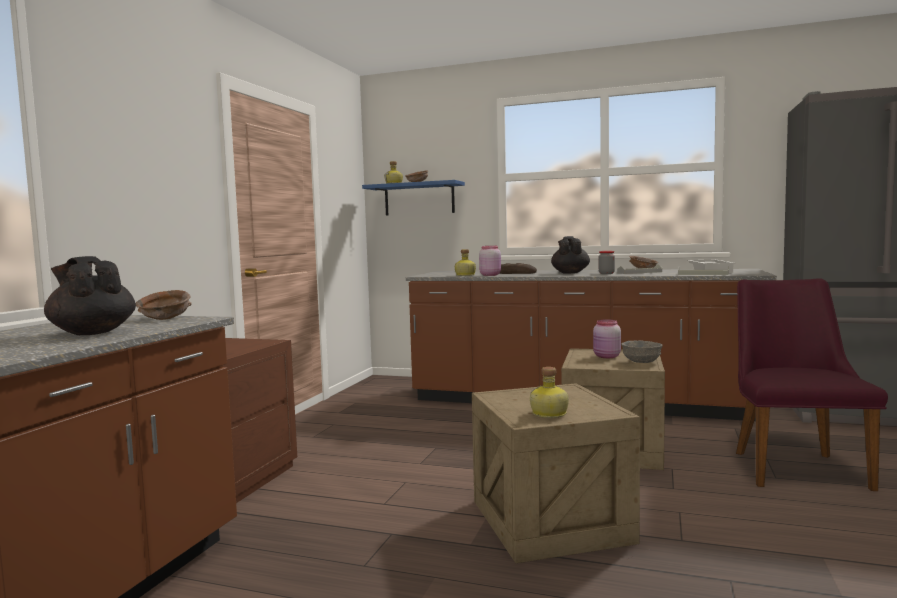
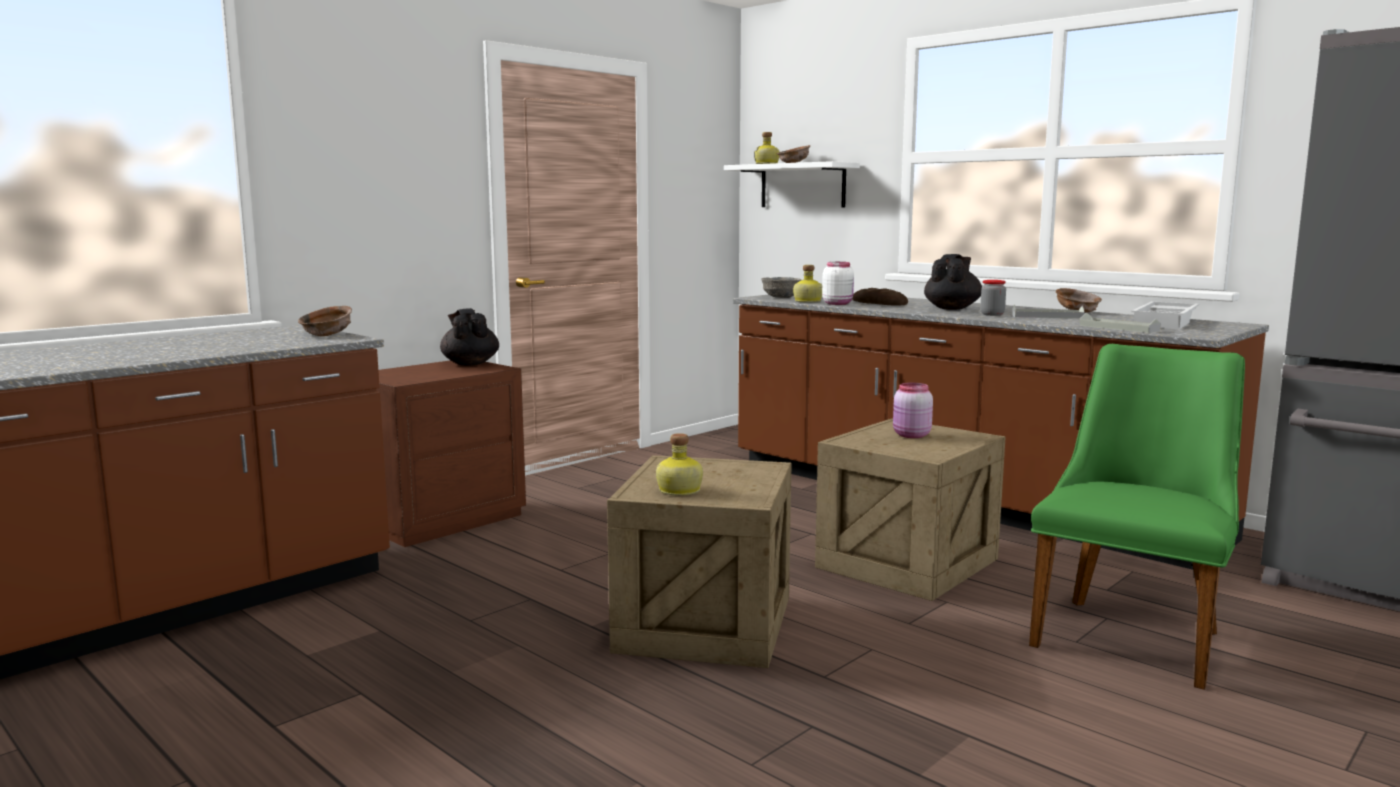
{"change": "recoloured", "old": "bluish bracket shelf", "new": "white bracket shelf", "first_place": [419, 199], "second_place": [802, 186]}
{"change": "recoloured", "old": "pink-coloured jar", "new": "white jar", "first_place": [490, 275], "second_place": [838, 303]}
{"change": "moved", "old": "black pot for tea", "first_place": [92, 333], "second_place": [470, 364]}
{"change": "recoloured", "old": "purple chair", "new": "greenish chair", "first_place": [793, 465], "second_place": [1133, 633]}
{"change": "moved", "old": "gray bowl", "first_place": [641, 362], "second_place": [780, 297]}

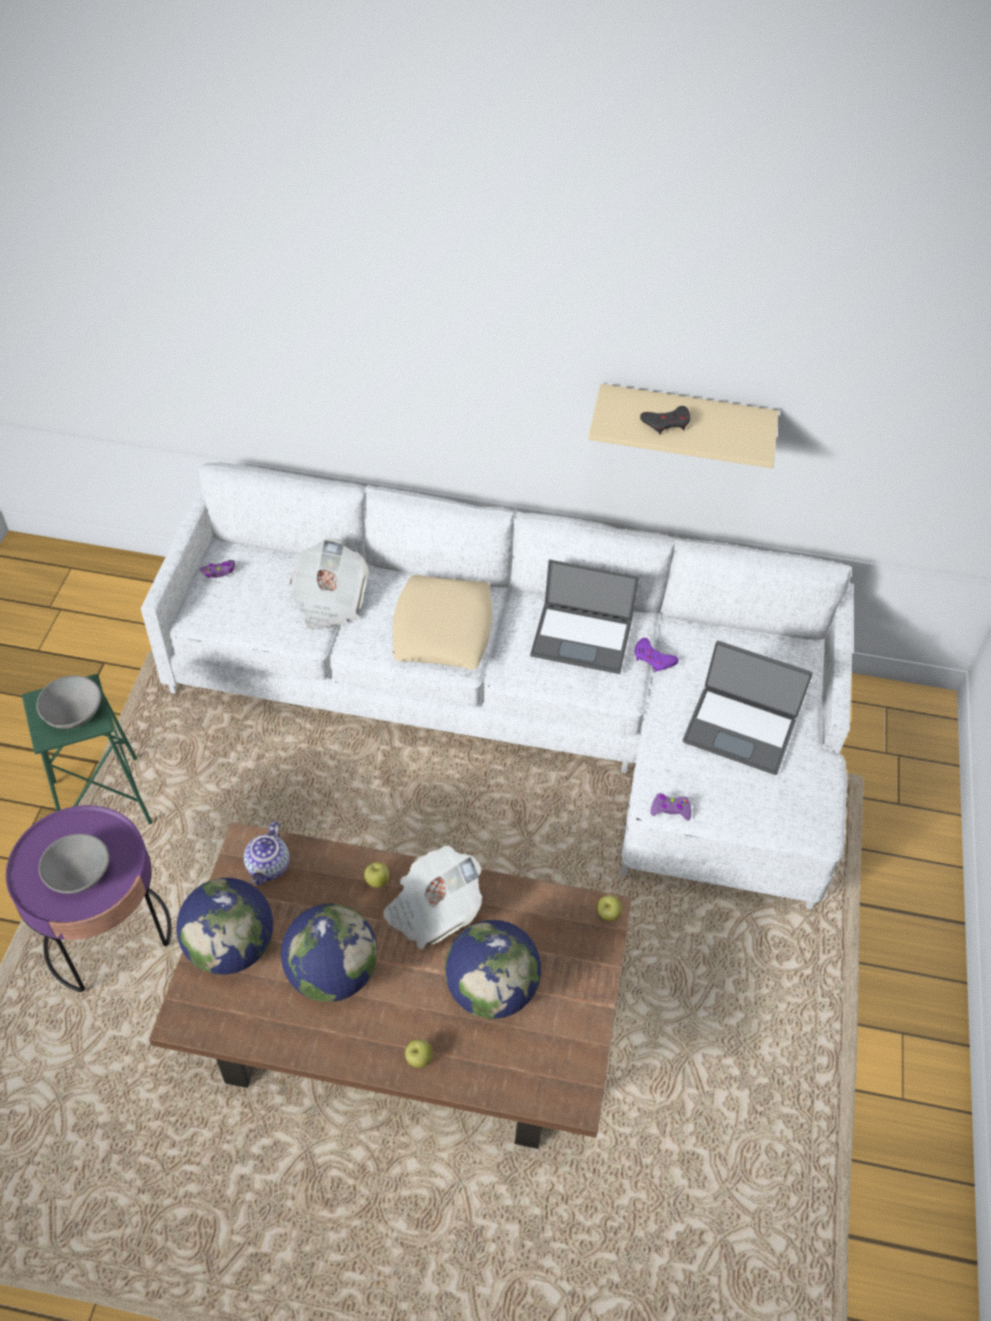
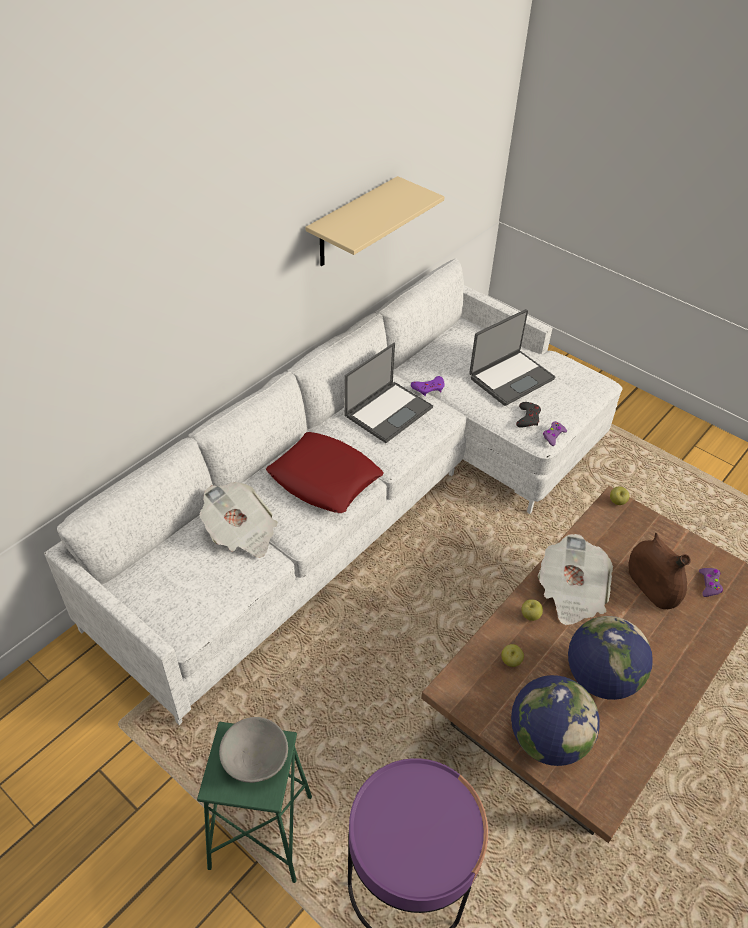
{"change": "moved", "old": "gray game controller", "first_place": [666, 423], "second_place": [528, 418]}
{"change": "moved", "old": "purple game controller", "first_place": [219, 572], "second_place": [709, 584]}
{"change": "recoloured", "old": "beige pillow", "new": "reddish pillow", "first_place": [443, 629], "second_place": [325, 479]}
{"change": "removed", "old": "pot for tea", "first_place": [269, 867]}
{"change": "removed", "old": "gray bowl", "first_place": [79, 874]}
{"change": "replaced", "old": "desk globe", "new": "brownish decorative vase", "first_place": [491, 989], "second_place": [651, 587]}
{"change": "moved", "old": "whole apple", "first_place": [419, 1059], "second_place": [510, 661]}

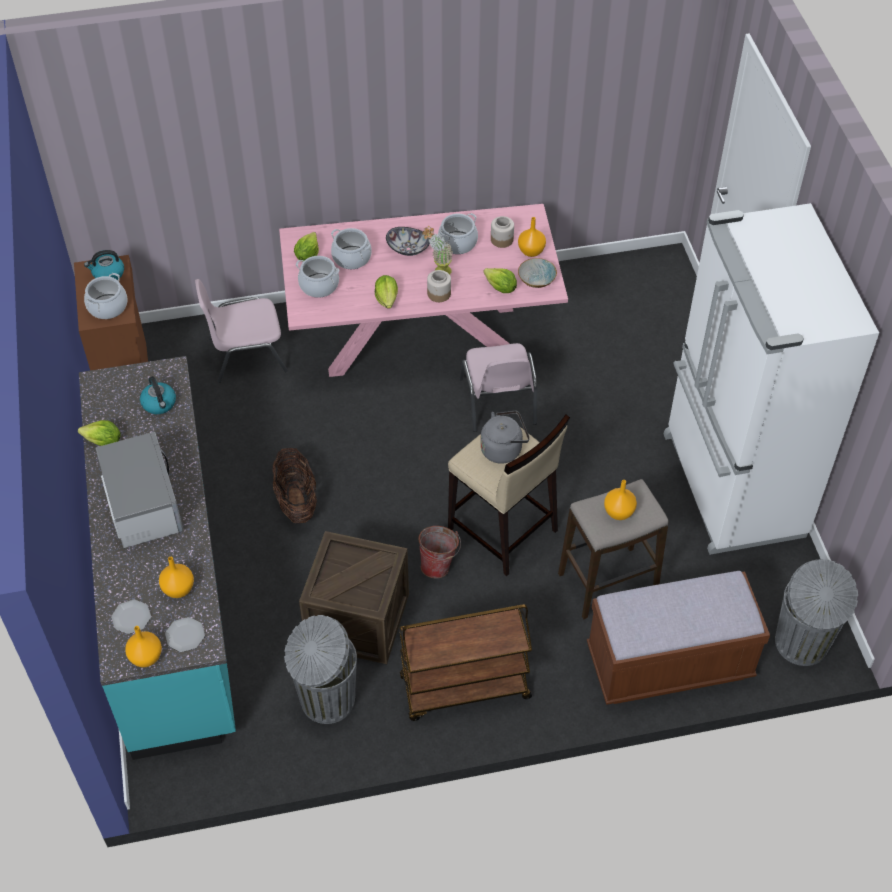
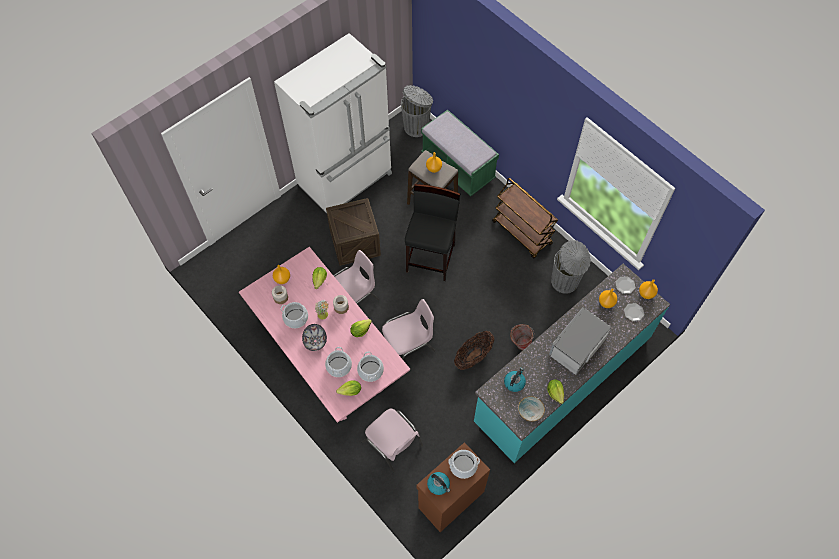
{"change": "moved", "old": "bowl", "first_place": [537, 280], "second_place": [530, 411]}
{"change": "removed", "old": "gray kettle", "first_place": [503, 449]}
{"change": "recoloured", "old": "beige sitting stool", "new": "black sitting stool", "first_place": [503, 531], "second_place": [431, 258]}
{"change": "moved", "old": "pail", "first_place": [439, 564], "second_place": [519, 343]}
{"change": "moved", "old": "packing crate", "first_place": [358, 619], "second_place": [355, 243]}
{"change": "recoloured", "old": "brownish long seat", "new": "greenish long seat", "first_place": [669, 664], "second_place": [458, 167]}
{"change": "added", "new": "pink-coloured chair", "second_place": [408, 343]}

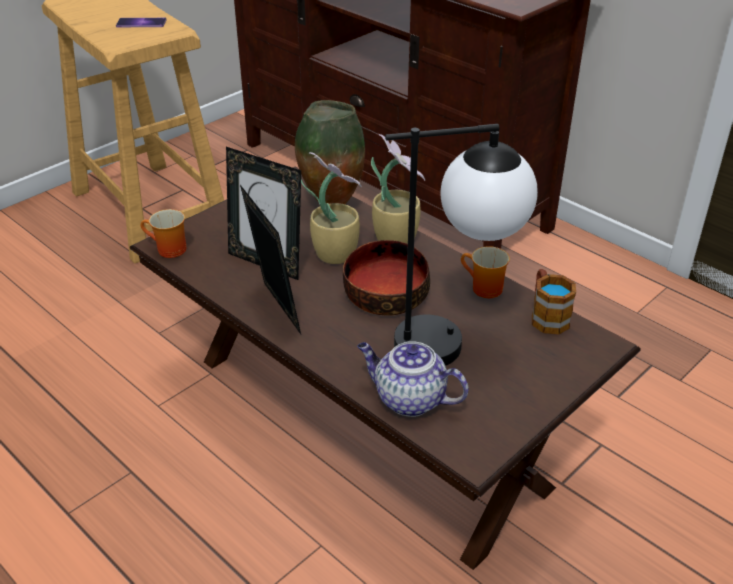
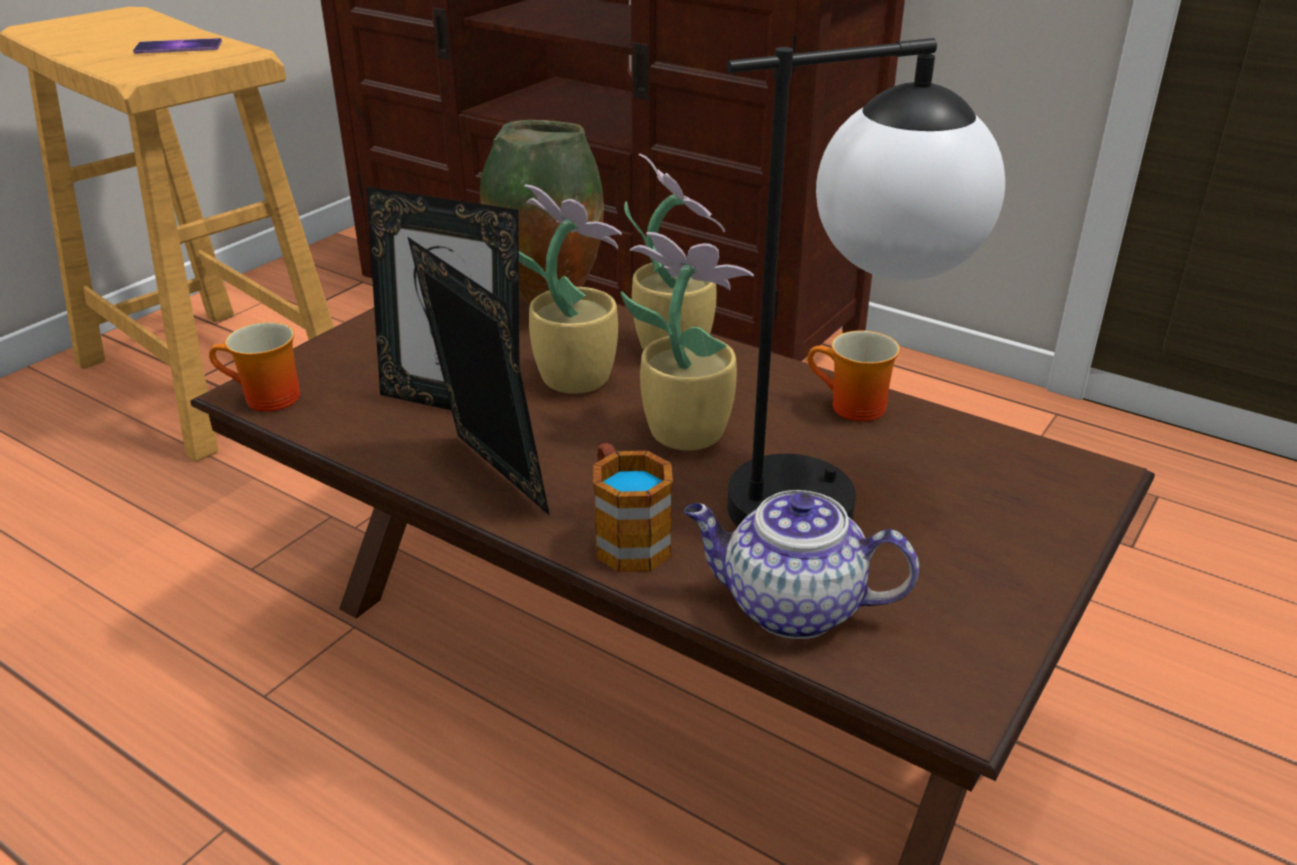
{"change": "replaced", "old": "bowl", "new": "potted plant", "first_place": [385, 293], "second_place": [683, 431]}
{"change": "moved", "old": "mug", "first_place": [546, 316], "second_place": [626, 536]}

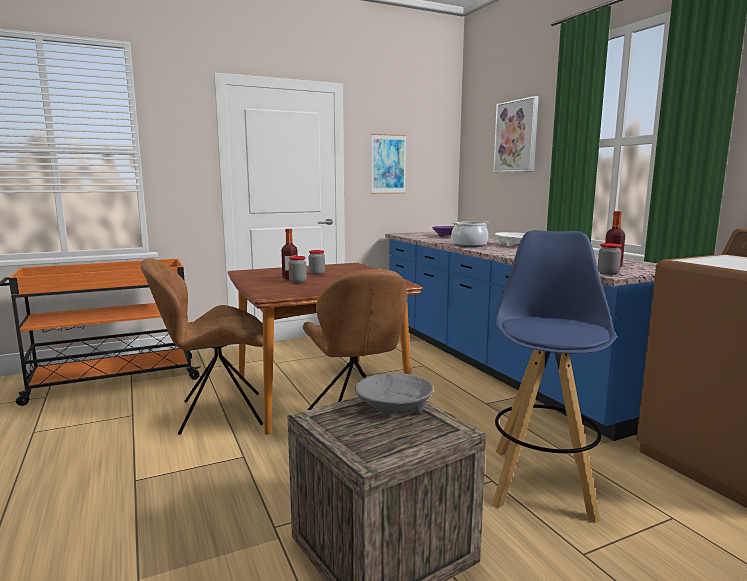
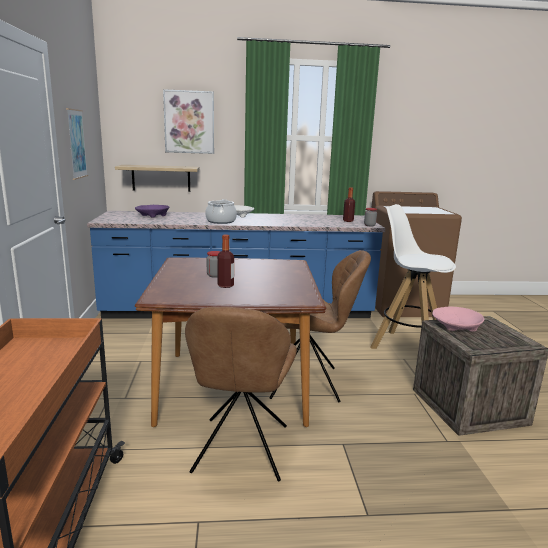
{"change": "recoloured", "old": "bluish sitting stool", "new": "white sitting stool", "first_place": [542, 481], "second_place": [407, 347]}
{"change": "removed", "old": "jar", "first_place": [298, 281]}
{"change": "recoloured", "old": "gray bowl", "new": "pink-coloured bowl", "first_place": [393, 406], "second_place": [456, 327]}
{"change": "added", "new": "bracket shelf", "second_place": [161, 178]}

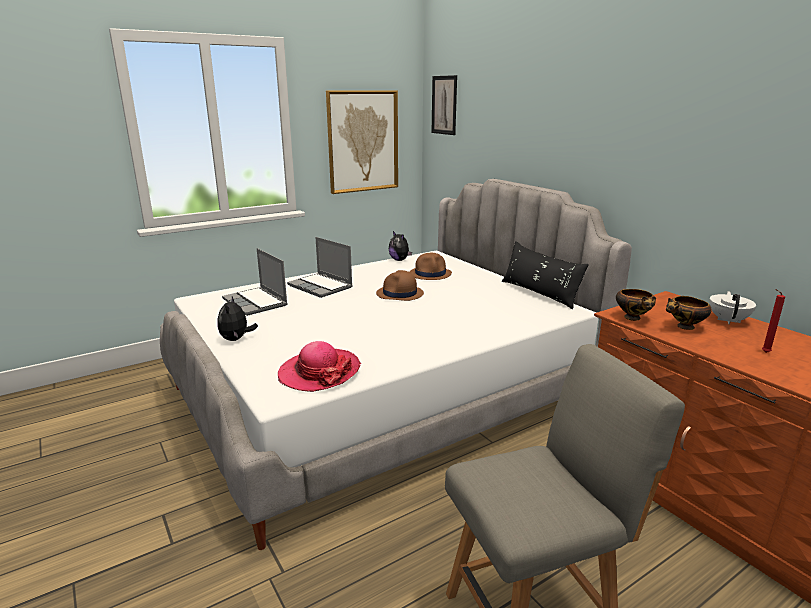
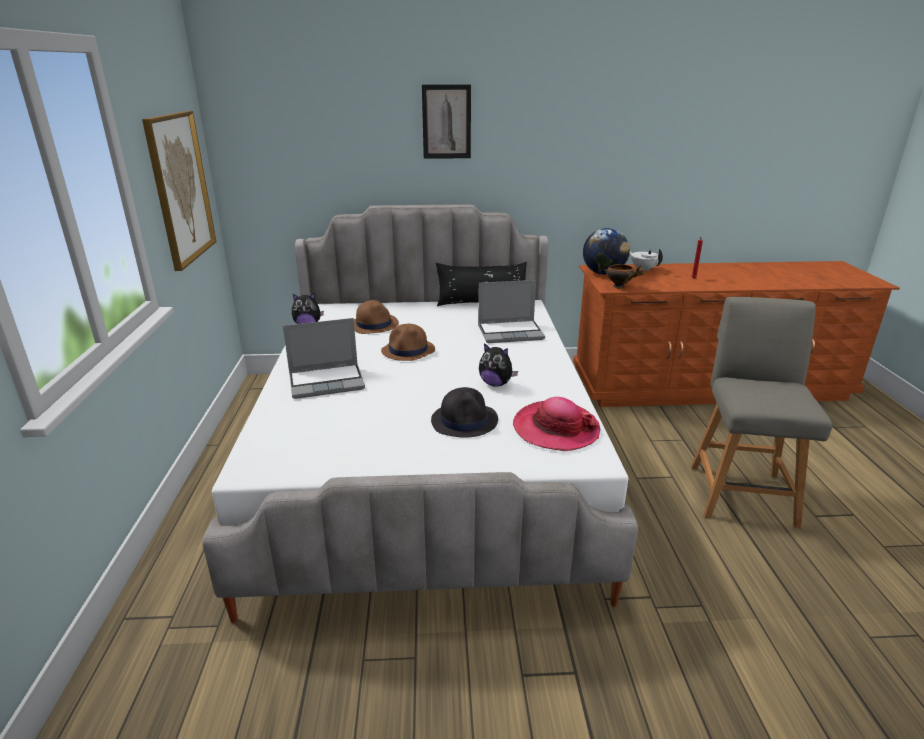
{"change": "moved", "old": "wall picture", "first_place": [444, 105], "second_place": [446, 122]}
{"change": "moved", "old": "notebook computer", "first_place": [256, 302], "second_place": [511, 332]}
{"change": "removed", "old": "bowl", "first_place": [684, 327]}
{"change": "moved", "old": "cuddly toy", "first_place": [236, 339], "second_place": [496, 384]}
{"change": "added", "new": "desk globe", "second_place": [603, 273]}
{"change": "added", "new": "black clothing hat", "second_place": [465, 420]}

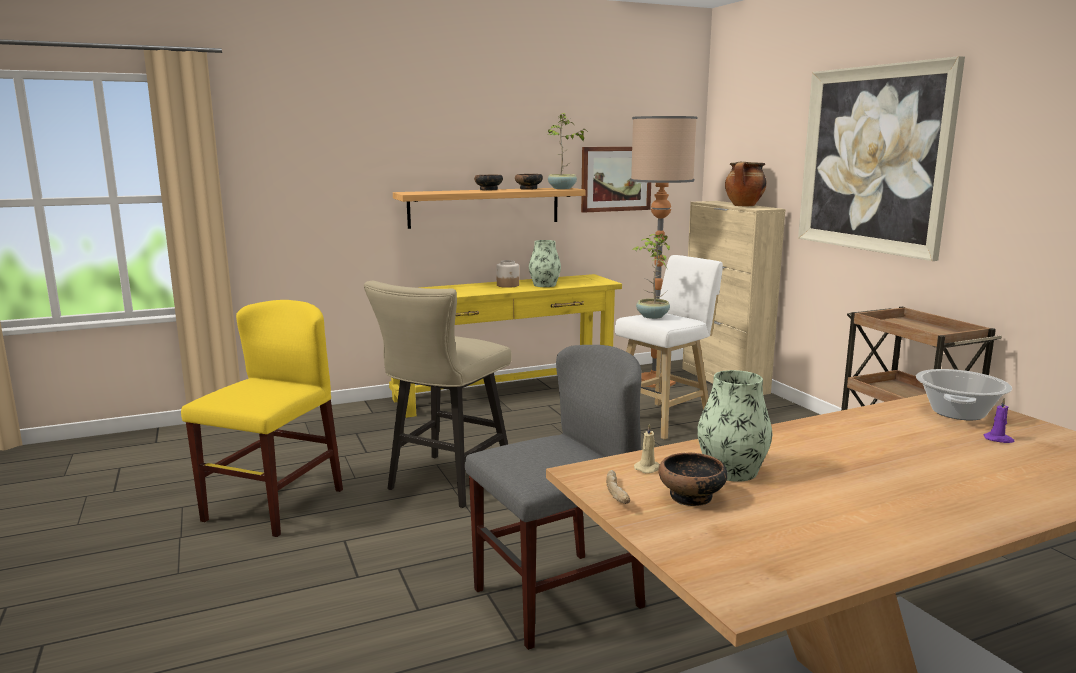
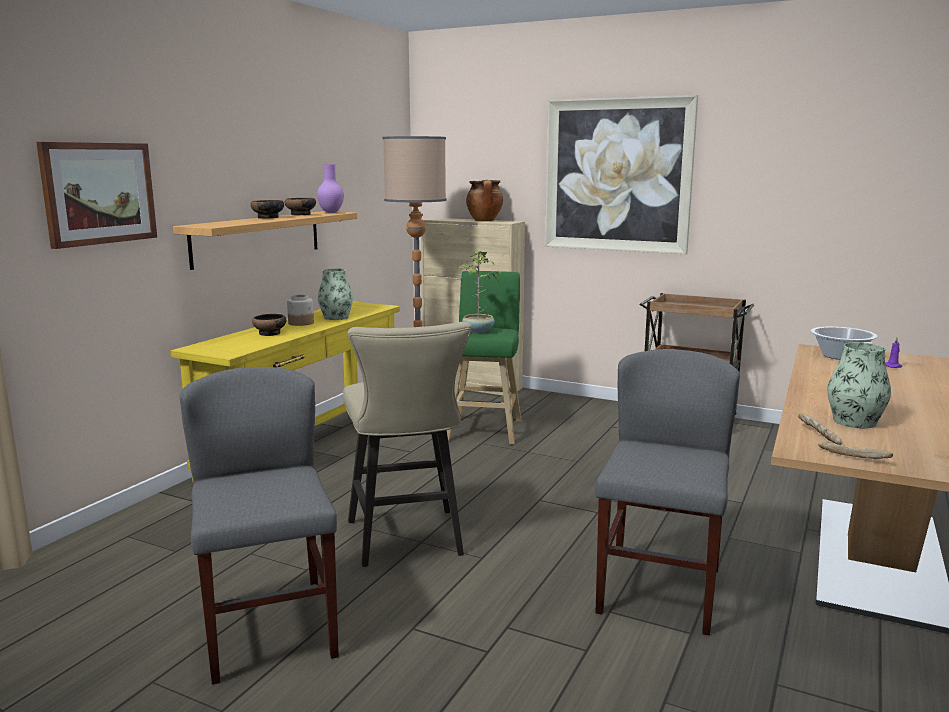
{"change": "replaced", "old": "potted plant", "new": "purple decorative vase", "first_place": [562, 188], "second_place": [330, 212]}
{"change": "moved", "old": "wall picture", "first_place": [616, 179], "second_place": [99, 193]}
{"change": "recoloured", "old": "white sitting stool", "new": "greenish sitting stool", "first_place": [664, 420], "second_place": [485, 429]}
{"change": "recoloured", "old": "yellow-coloured chair", "new": "gray chair", "first_place": [274, 505], "second_place": [269, 630]}
{"change": "replaced", "old": "beige wax candle", "new": "bread", "first_place": [648, 468], "second_place": [818, 435]}
{"change": "moved", "old": "bowl", "first_place": [691, 497], "second_place": [270, 333]}

